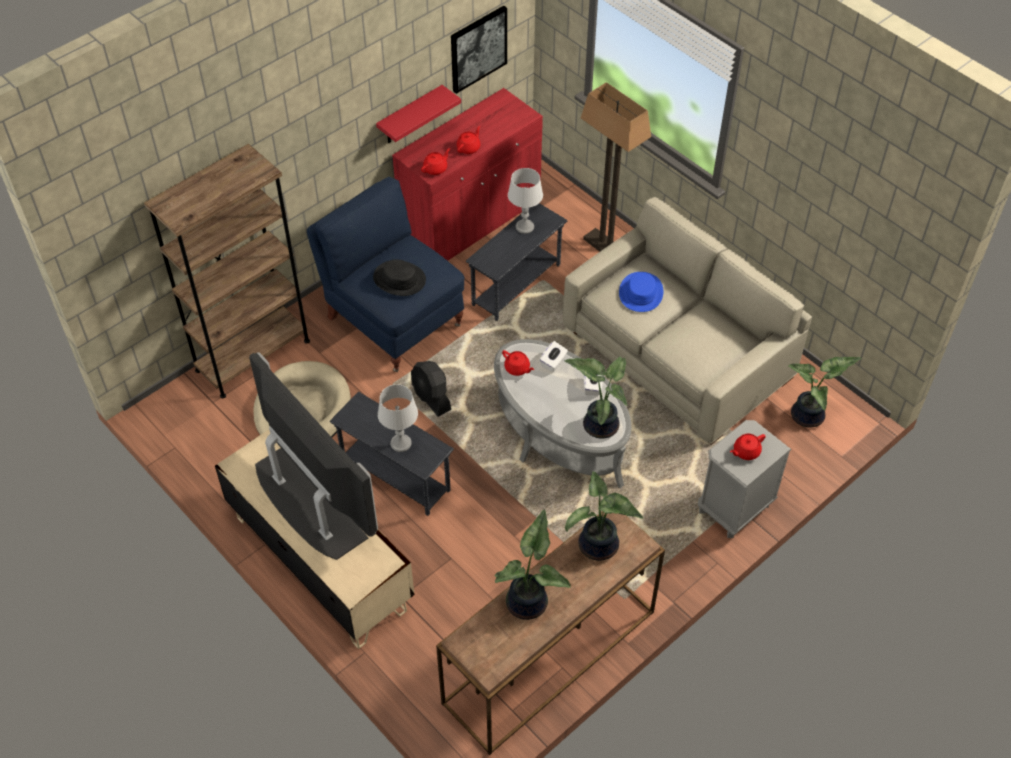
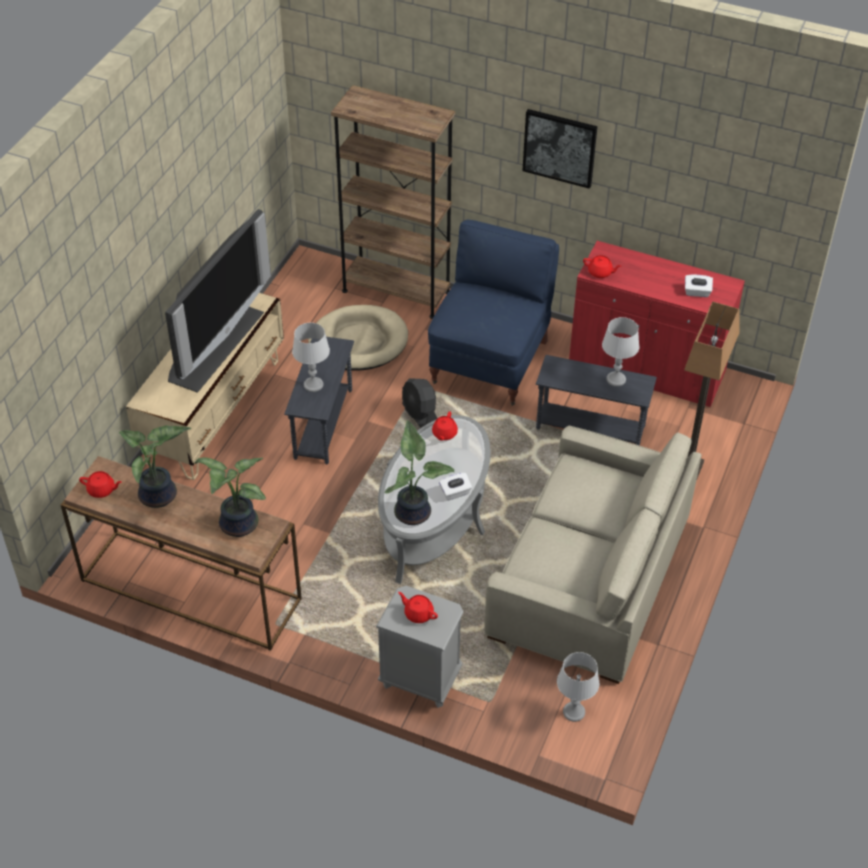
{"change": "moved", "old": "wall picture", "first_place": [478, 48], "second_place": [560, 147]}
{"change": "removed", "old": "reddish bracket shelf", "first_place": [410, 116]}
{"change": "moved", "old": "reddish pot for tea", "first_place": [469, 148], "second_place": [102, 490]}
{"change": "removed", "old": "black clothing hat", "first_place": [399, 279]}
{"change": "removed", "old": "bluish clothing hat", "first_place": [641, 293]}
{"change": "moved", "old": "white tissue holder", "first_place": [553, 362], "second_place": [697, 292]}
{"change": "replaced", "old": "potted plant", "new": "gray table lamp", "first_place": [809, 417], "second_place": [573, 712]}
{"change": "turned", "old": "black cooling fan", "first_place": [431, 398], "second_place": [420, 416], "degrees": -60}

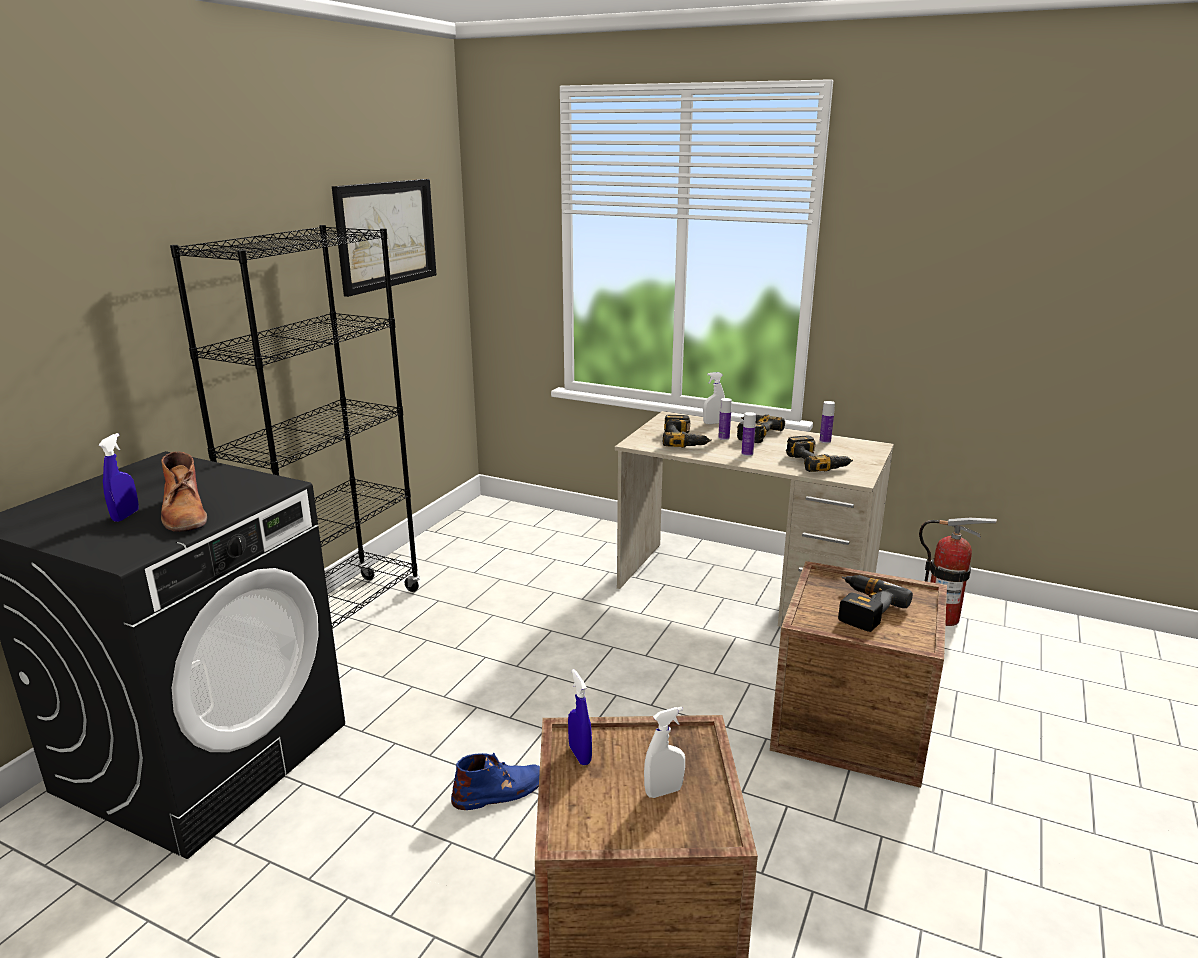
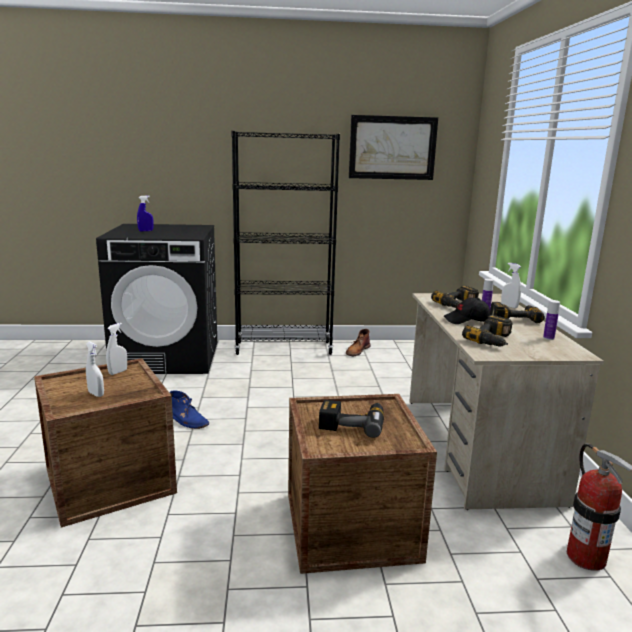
{"change": "replaced", "old": "beverage bottle", "new": "black cap", "first_place": [747, 454], "second_place": [466, 320]}
{"change": "moved", "old": "brownish tall boot", "first_place": [184, 513], "second_place": [357, 350]}
{"change": "recoloured", "old": "bluish spray bottle", "new": "white spray bottle", "first_place": [580, 755], "second_place": [118, 372]}

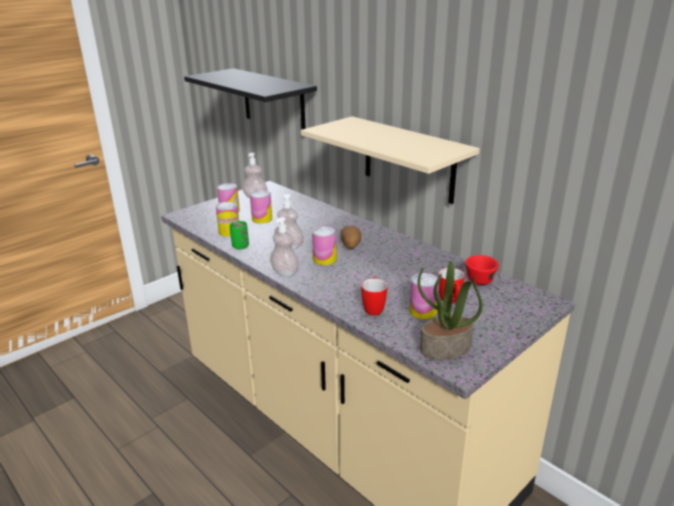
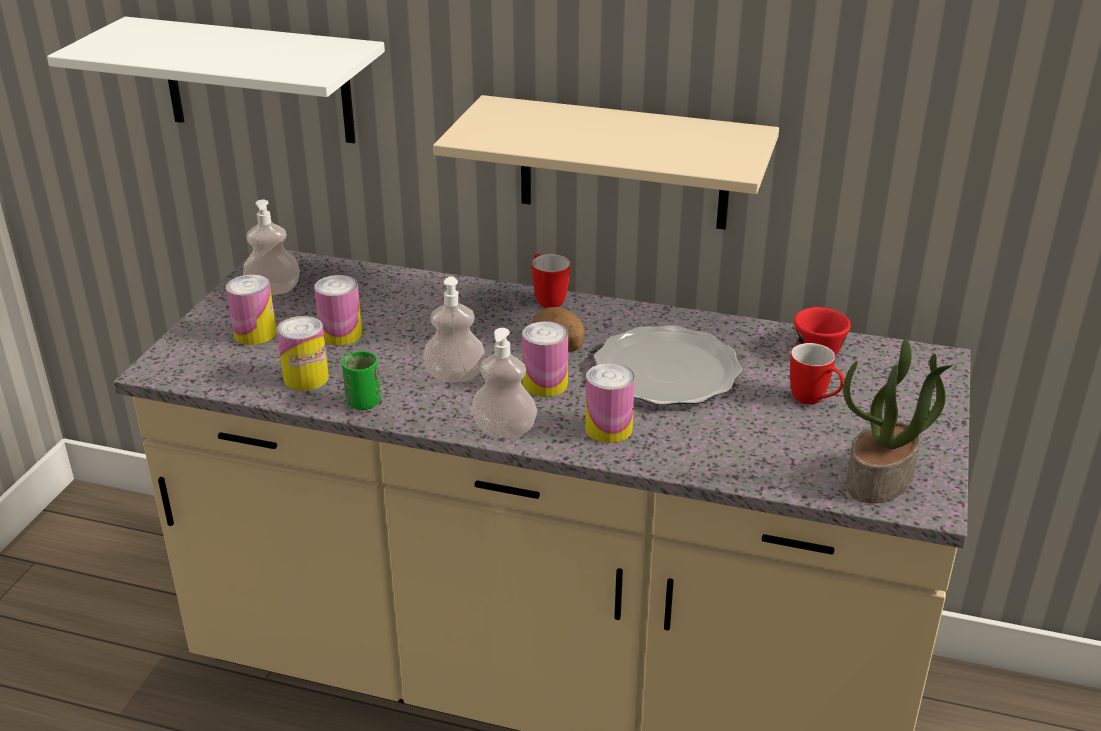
{"change": "recoloured", "old": "black bracket shelf", "new": "white bracket shelf", "first_place": [273, 101], "second_place": [257, 81]}
{"change": "moved", "old": "can", "first_place": [423, 311], "second_place": [608, 428]}
{"change": "moved", "old": "mug", "first_place": [373, 308], "second_place": [547, 299]}
{"change": "added", "new": "flat dish", "second_place": [665, 372]}

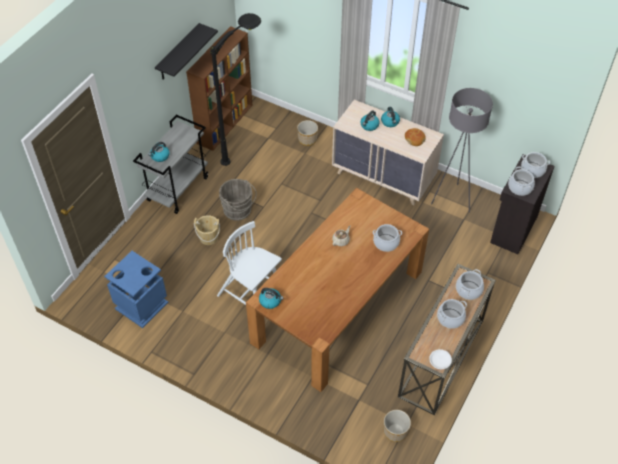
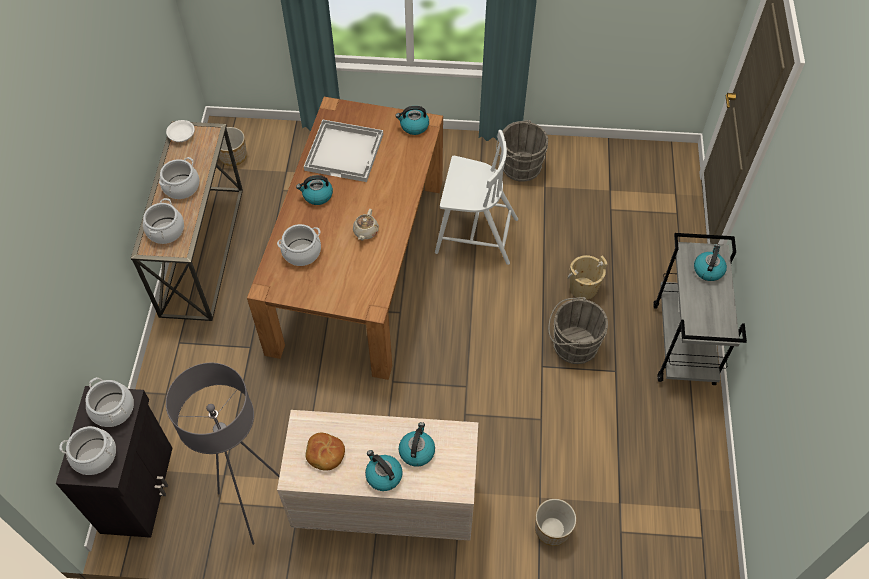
{"change": "removed", "old": "black standing lamp", "first_place": [248, 145]}
{"change": "removed", "old": "black bracket shelf", "first_place": [178, 53]}
{"change": "removed", "old": "brownish bookcase", "first_place": [225, 123]}
{"change": "removed", "old": "bluish rubbish bin", "first_place": [141, 305]}
{"change": "added", "new": "white carrying tray", "second_place": [345, 151]}
{"change": "added", "new": "gray pail", "second_place": [518, 166]}
{"change": "added", "new": "kettle", "second_place": [317, 195]}

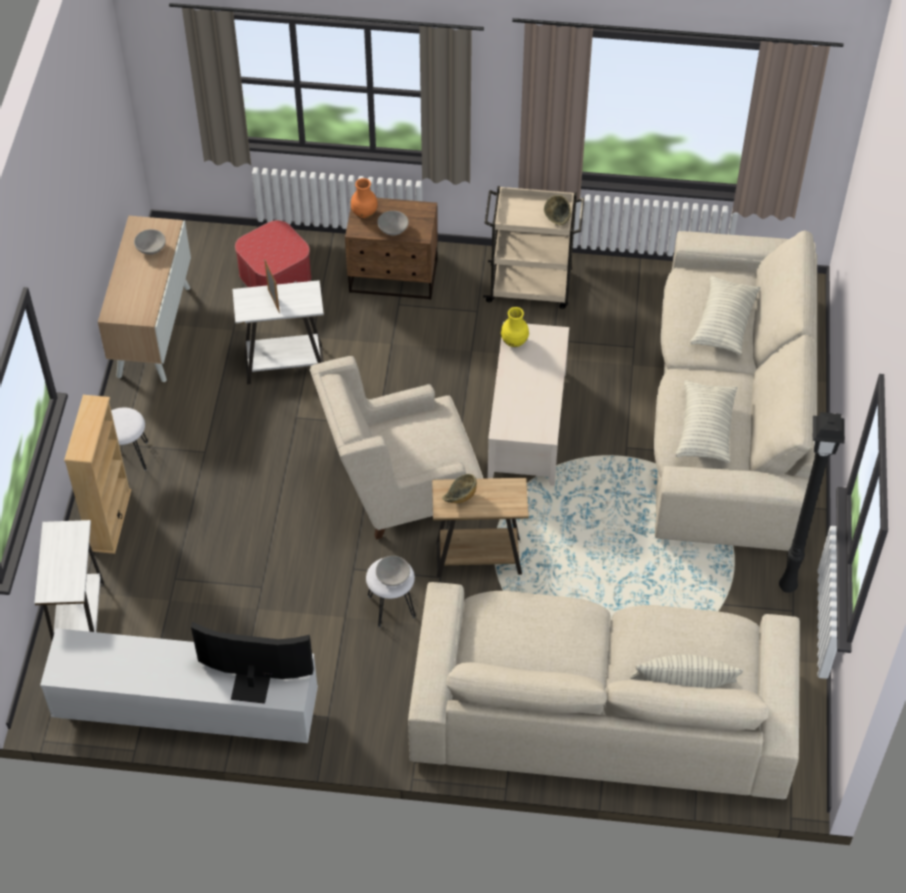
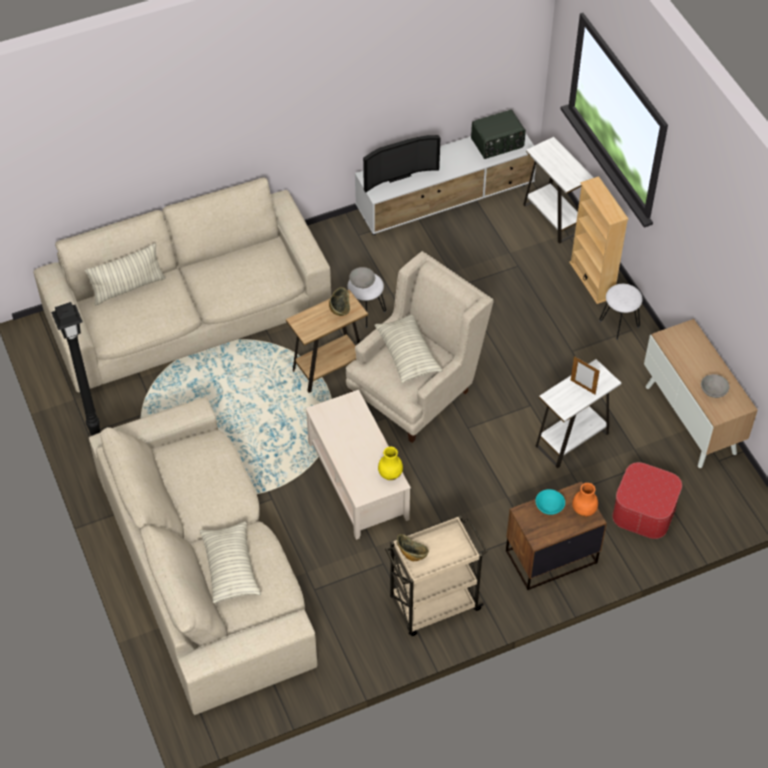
{"change": "recoloured", "old": "gray bowl", "new": "turquoise bowl", "first_place": [393, 229], "second_place": [549, 507]}
{"change": "moved", "old": "pillow", "first_place": [705, 429], "second_place": [407, 354]}
{"change": "added", "new": "radio receiver", "second_place": [497, 144]}

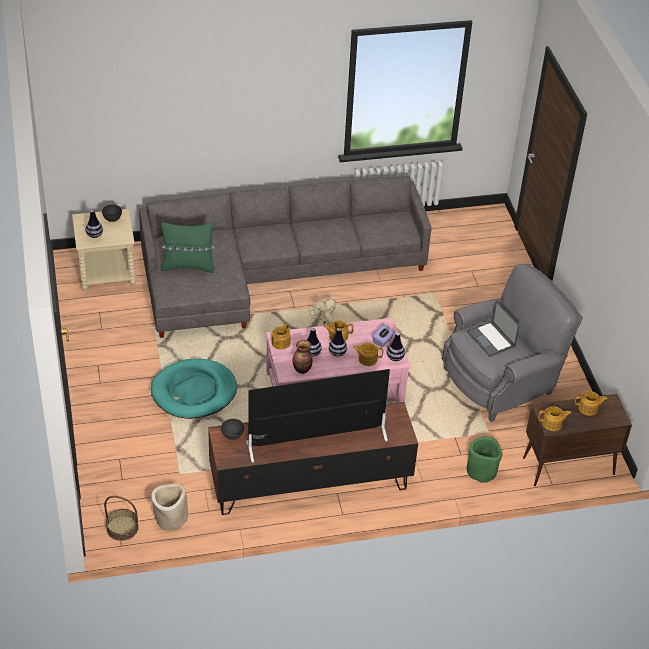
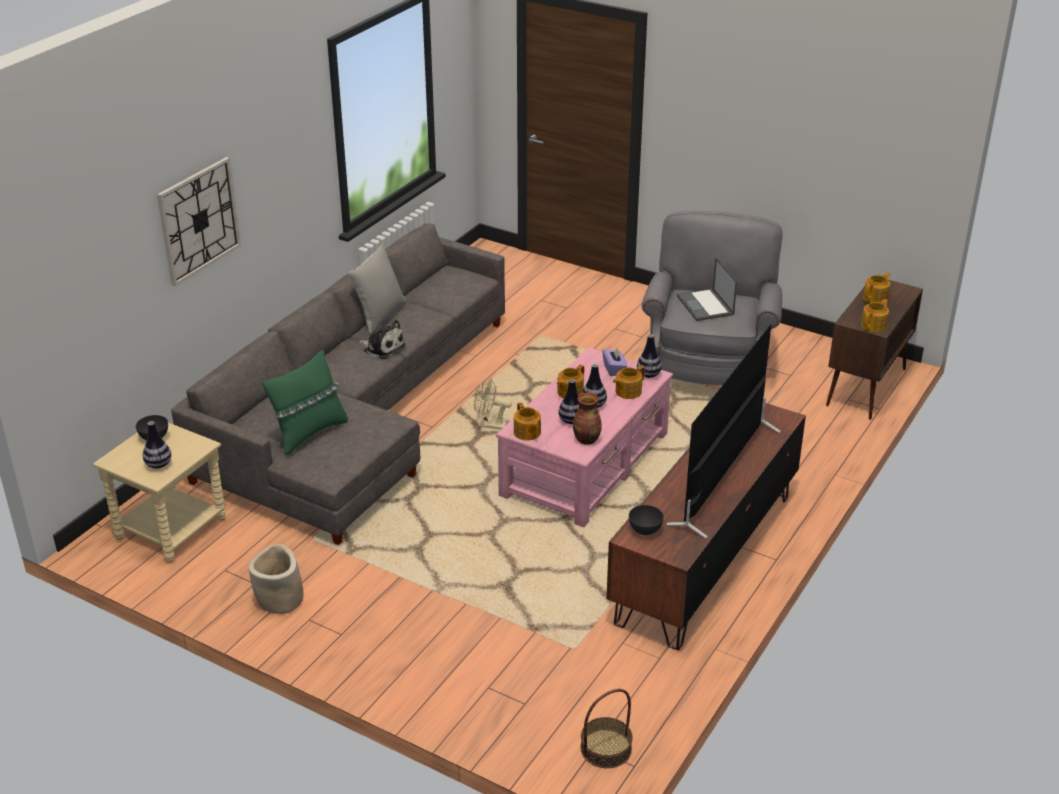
{"change": "turned", "old": "notebook computer", "first_place": [491, 339], "second_place": [705, 305], "degrees": 60}
{"change": "removed", "old": "turquoise dog cushion", "first_place": [194, 391]}
{"change": "removed", "old": "greenish flower pot", "first_place": [482, 471]}
{"change": "moved", "old": "beige flower pot", "first_place": [170, 518], "second_place": [280, 599]}
{"change": "added", "new": "wall clock", "second_place": [199, 220]}
{"change": "added", "new": "gray pillow", "second_place": [379, 316]}
{"change": "added", "new": "cuddly toy", "second_place": [382, 348]}

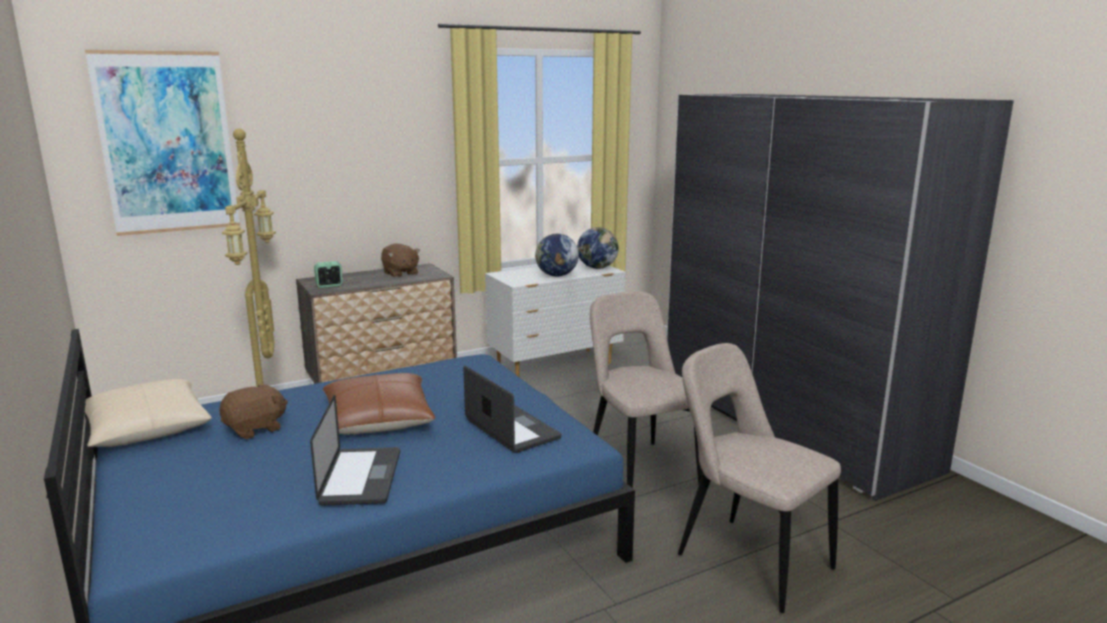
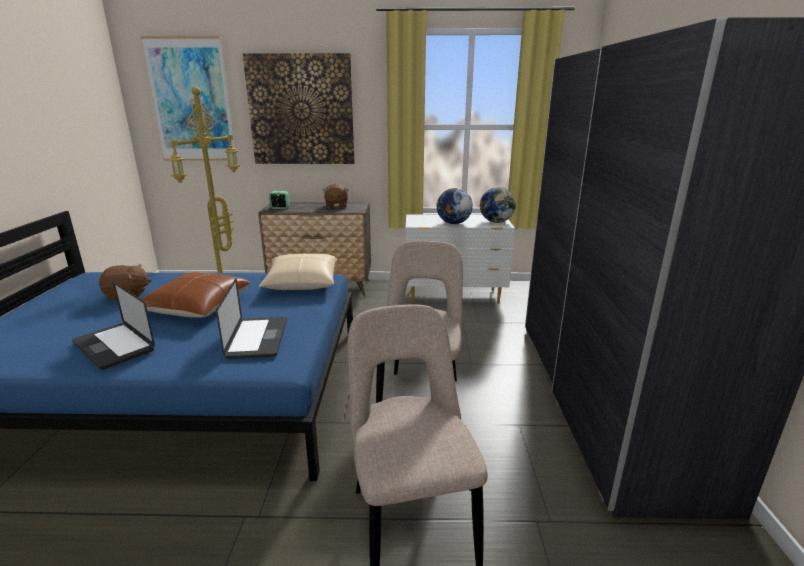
{"change": "moved", "old": "beige pillow", "first_place": [147, 429], "second_place": [302, 283]}
{"change": "turned", "old": "notebook computer", "first_place": [361, 477], "second_place": [114, 346], "degrees": 105}
{"change": "added", "new": "wall picture", "second_place": [301, 110]}

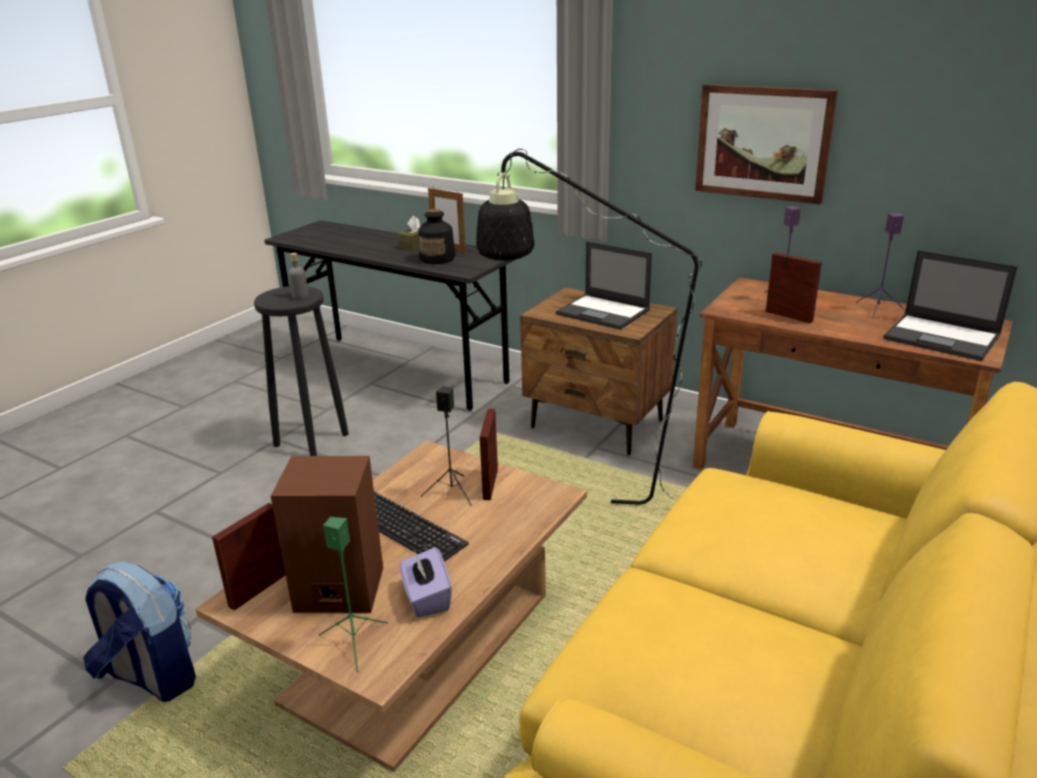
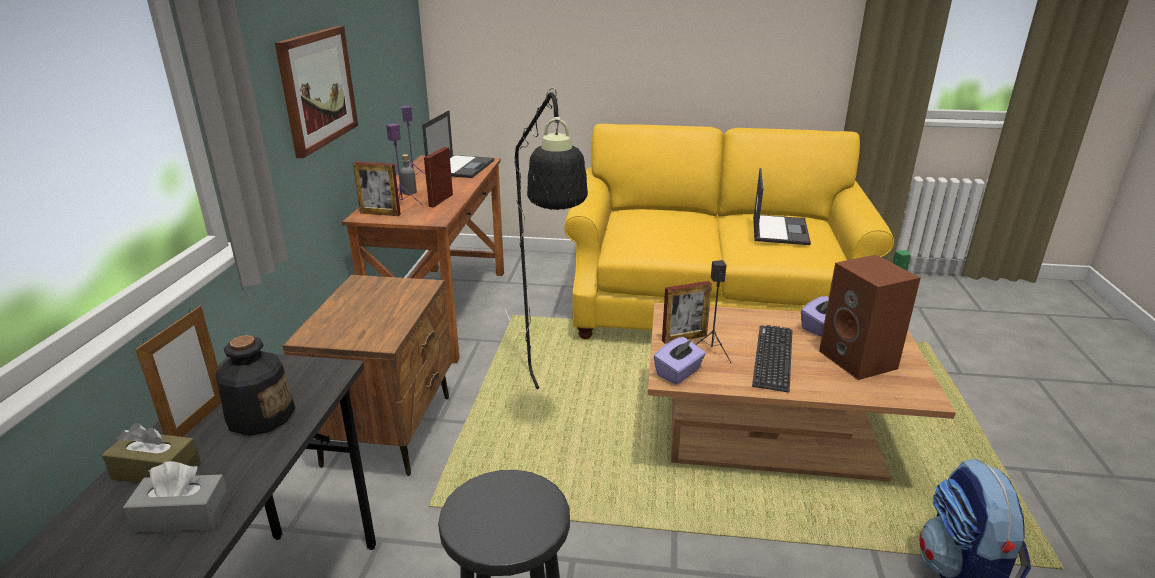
{"change": "moved", "old": "notebook computer", "first_place": [604, 312], "second_place": [779, 230]}
{"change": "moved", "old": "gray beverage bottle", "first_place": [300, 296], "second_place": [409, 192]}
{"change": "moved", "old": "standing frame", "first_place": [259, 589], "second_place": [380, 213]}
{"change": "added", "new": "purple tissue holder", "second_place": [678, 373]}
{"change": "added", "new": "gray tissue holder", "second_place": [183, 516]}

